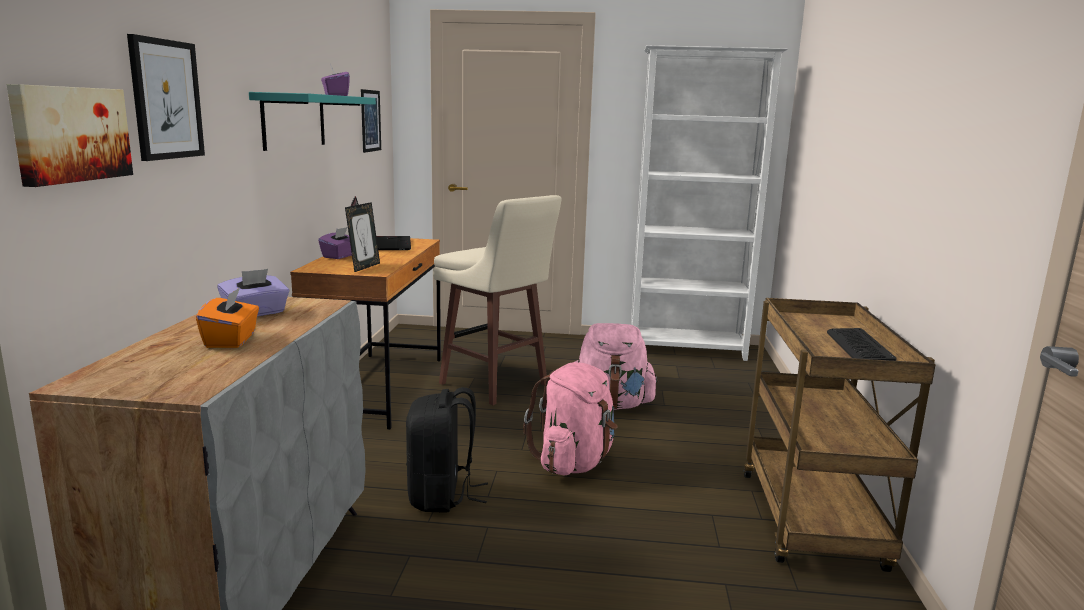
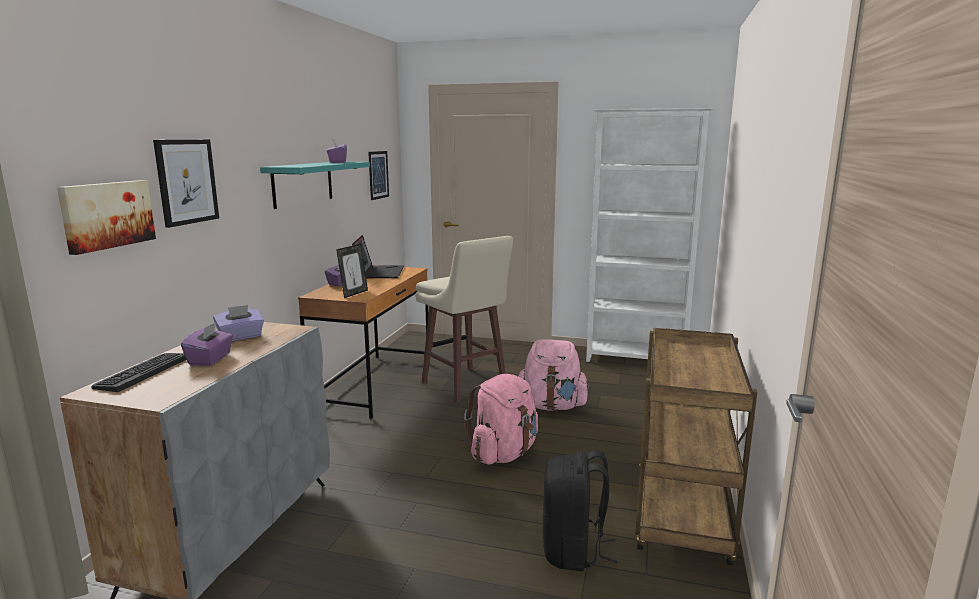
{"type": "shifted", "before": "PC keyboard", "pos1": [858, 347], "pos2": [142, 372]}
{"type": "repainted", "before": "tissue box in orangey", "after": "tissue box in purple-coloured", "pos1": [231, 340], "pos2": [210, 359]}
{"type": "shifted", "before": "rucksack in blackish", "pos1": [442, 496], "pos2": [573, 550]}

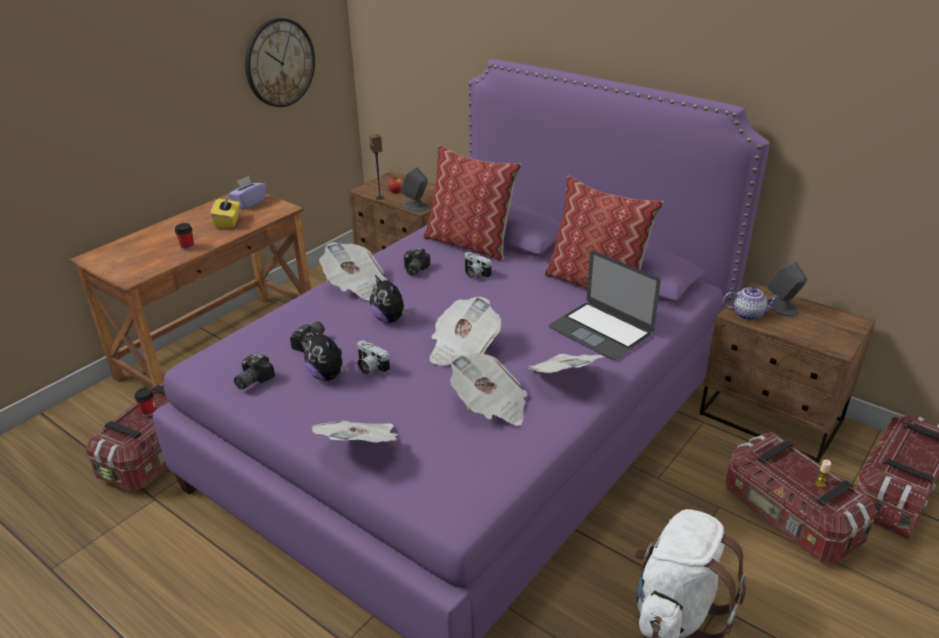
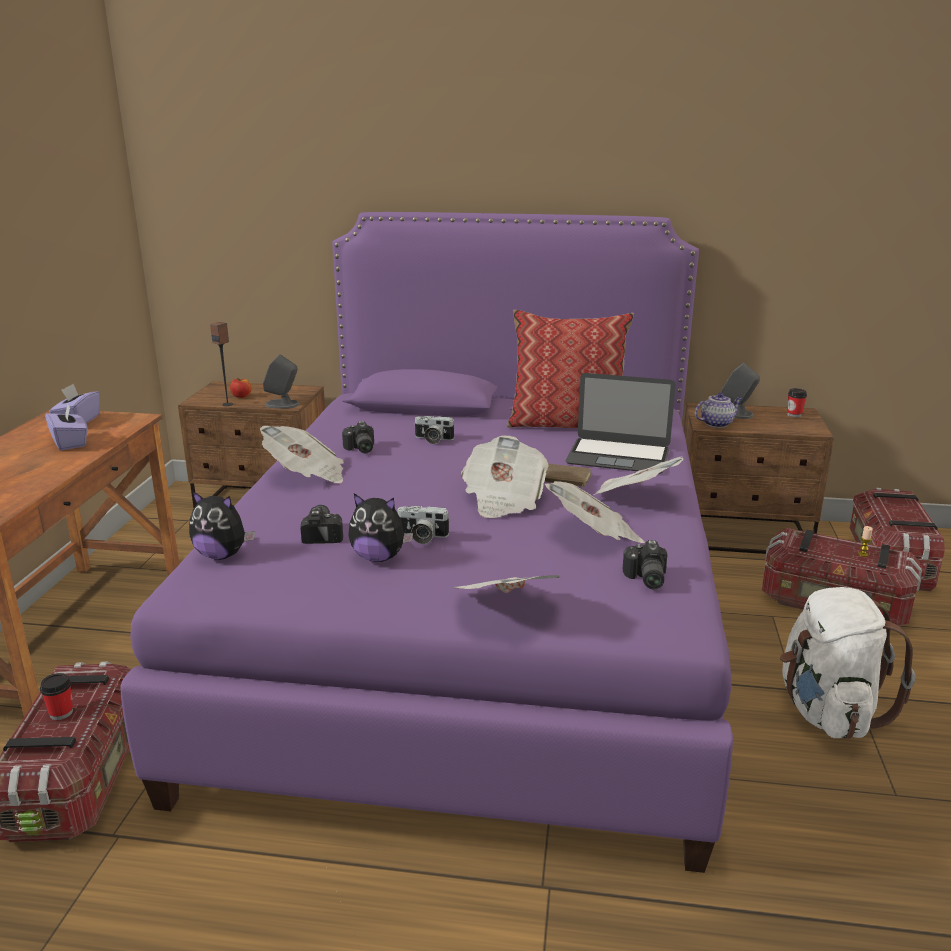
{"type": "repainted", "before": "tissue box in yellow", "after": "tissue box in purple-coloured", "pos1": [228, 222], "pos2": [70, 443]}
{"type": "shifted", "before": "plush toy", "pos1": [390, 319], "pos2": [222, 555]}
{"type": "new", "after": "bound book in brownish", "pos2": [563, 479]}
{"type": "shifted", "before": "photo camera", "pos1": [251, 380], "pos2": [644, 579]}
{"type": "shifted", "before": "small cup", "pos1": [187, 247], "pos2": [794, 415]}
{"type": "gone", "before": "wall clock", "pos1": [279, 63]}
{"type": "gone", "before": "cushion", "pos1": [470, 243]}

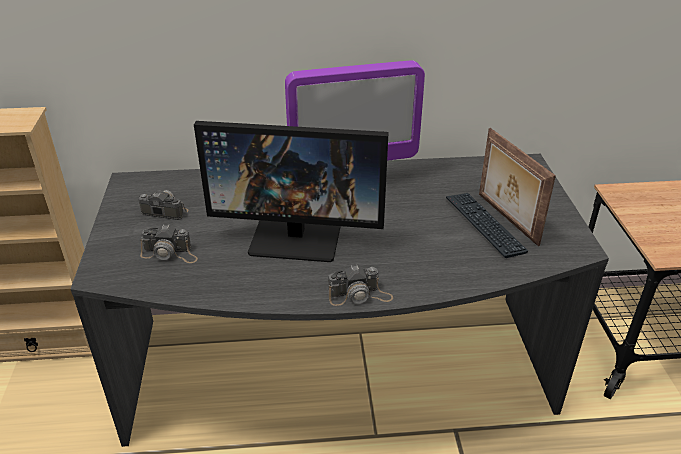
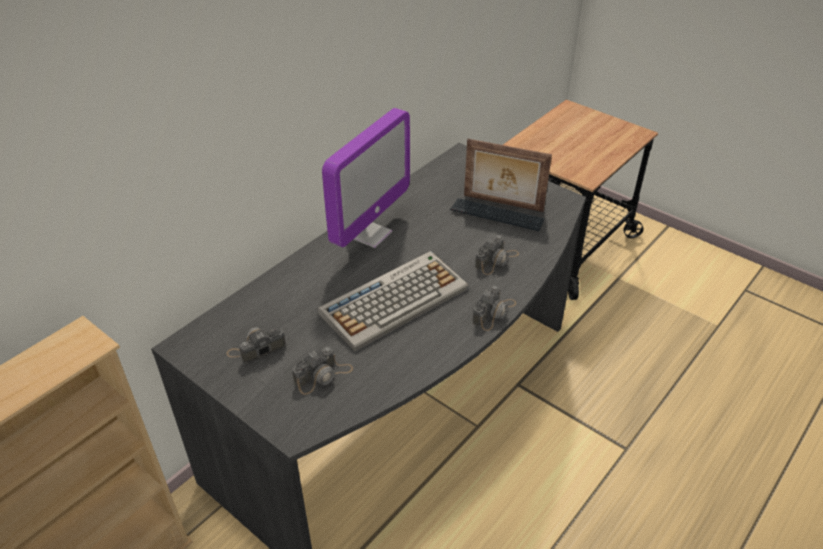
{"type": "swapped", "before": "monitor", "after": "PC keyboard", "pos1": [297, 236], "pos2": [394, 300]}
{"type": "new", "after": "photo camera", "pos2": [496, 260]}

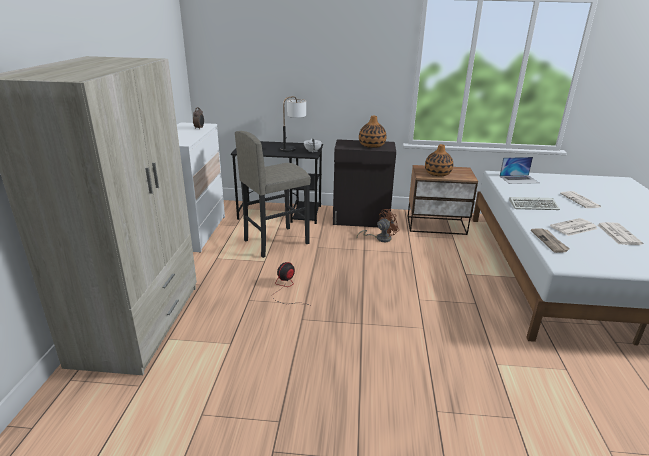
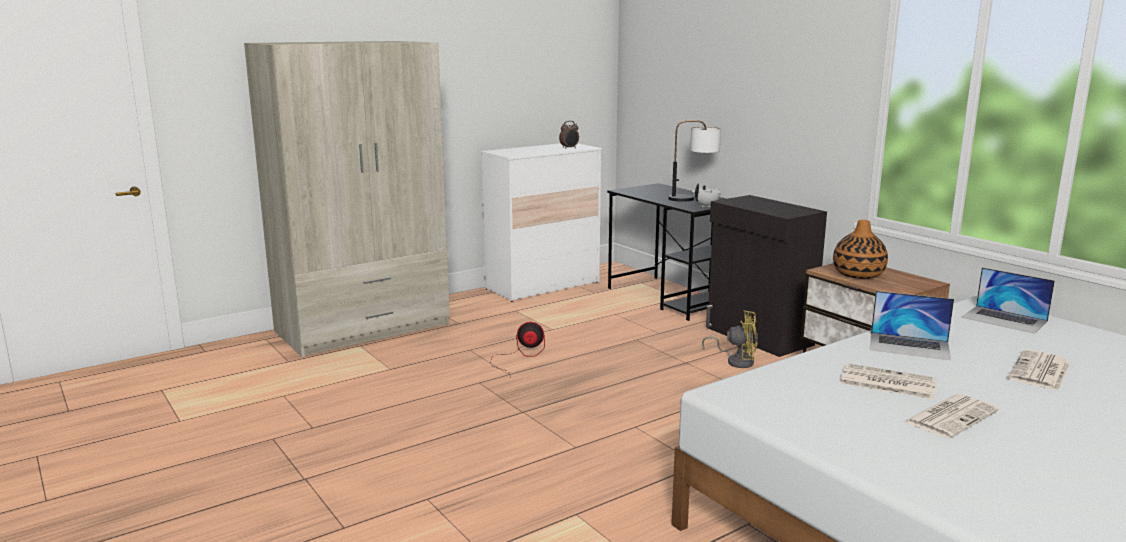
{"type": "repainted", "before": "cooling fan in brownish", "after": "cooling fan in yellow", "pos1": [380, 238], "pos2": [737, 361]}
{"type": "swapped", "before": "PC keyboard", "after": "portable computer", "pos1": [534, 205], "pos2": [909, 346]}
{"type": "gone", "before": "sitting stool in grey", "pos1": [275, 242]}
{"type": "gone", "before": "flower vase", "pos1": [371, 145]}
{"type": "gone", "before": "daily paper", "pos1": [549, 241]}

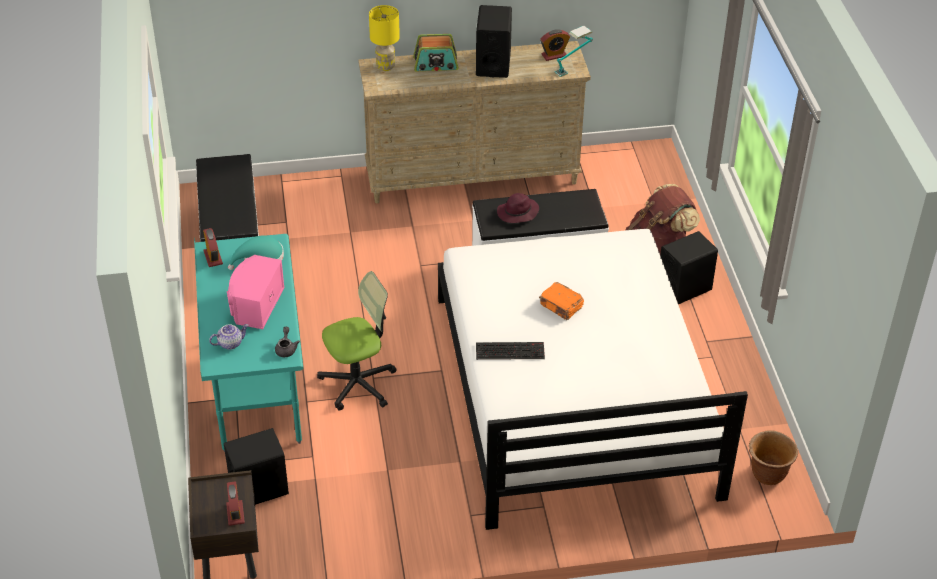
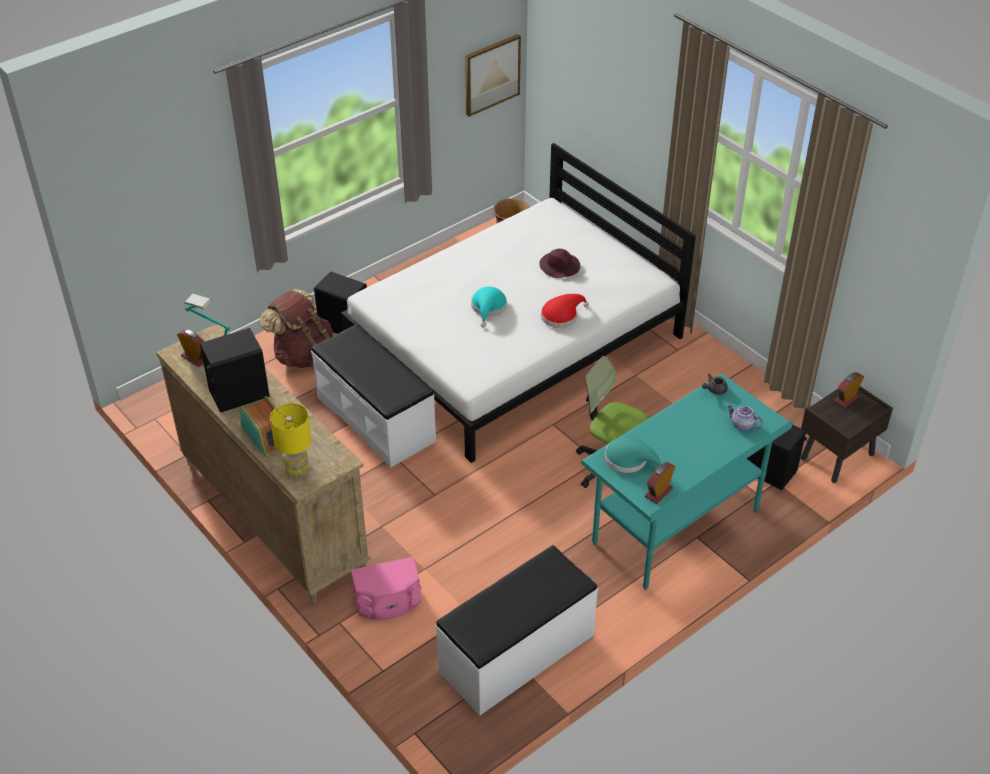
{"type": "shifted", "before": "audio speaker in pinkish", "pos1": [255, 304], "pos2": [388, 602]}
{"type": "new", "after": "wall art", "pos2": [491, 74]}
{"type": "swapped", "before": "bound book in orangey", "after": "hat in turquoise", "pos1": [561, 306], "pos2": [488, 308]}
{"type": "shifted", "before": "hat in purple-coloured", "pos1": [517, 213], "pos2": [560, 267]}
{"type": "swapped", "before": "PC keyboard", "after": "hat in red", "pos1": [510, 350], "pos2": [561, 315]}

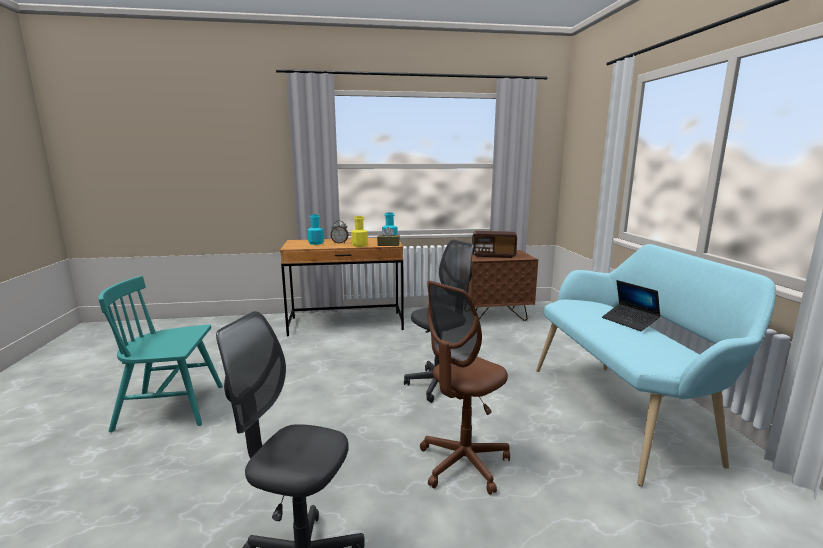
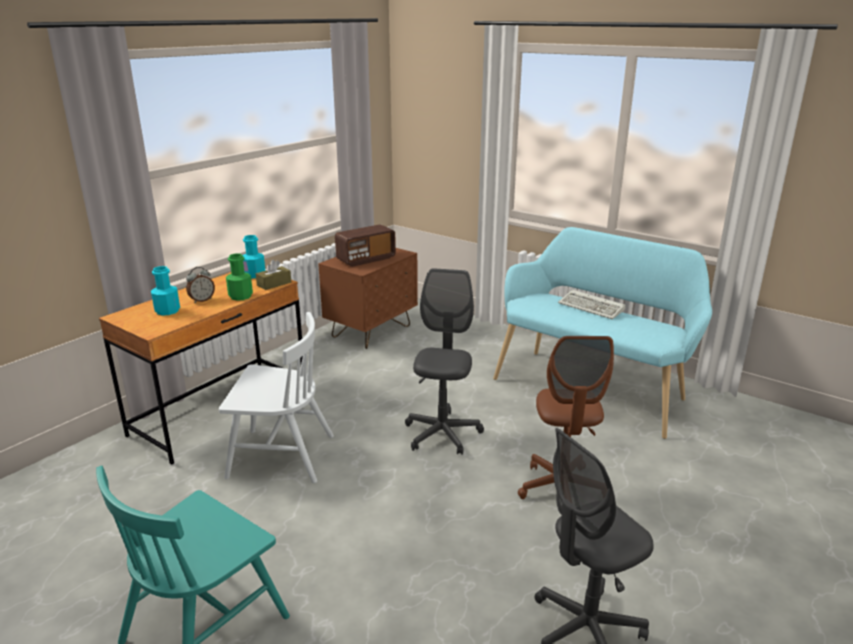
{"type": "new", "after": "upright chair in whitish", "pos2": [280, 456]}
{"type": "repainted", "before": "bottle in yellow", "after": "bottle in green-coloured", "pos1": [359, 245], "pos2": [240, 296]}
{"type": "swapped", "before": "portable computer", "after": "PC keyboard", "pos1": [629, 322], "pos2": [592, 307]}

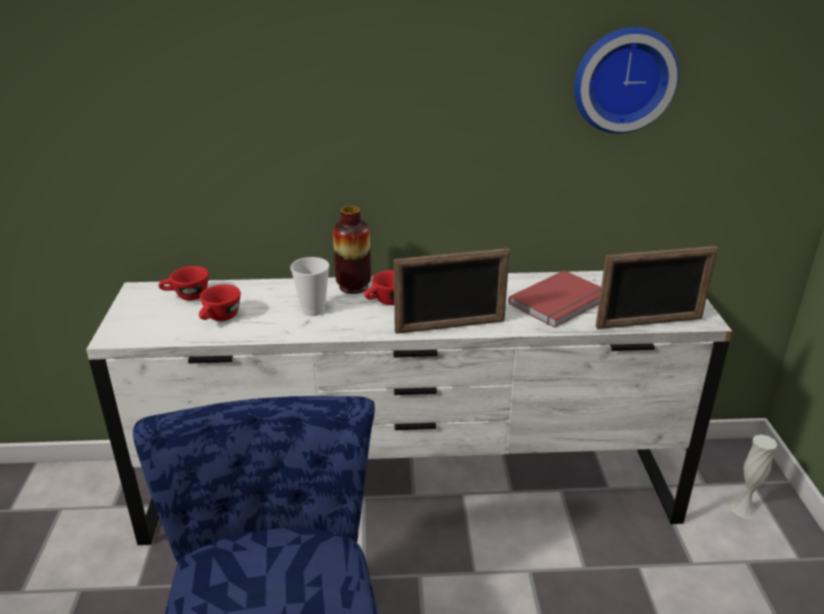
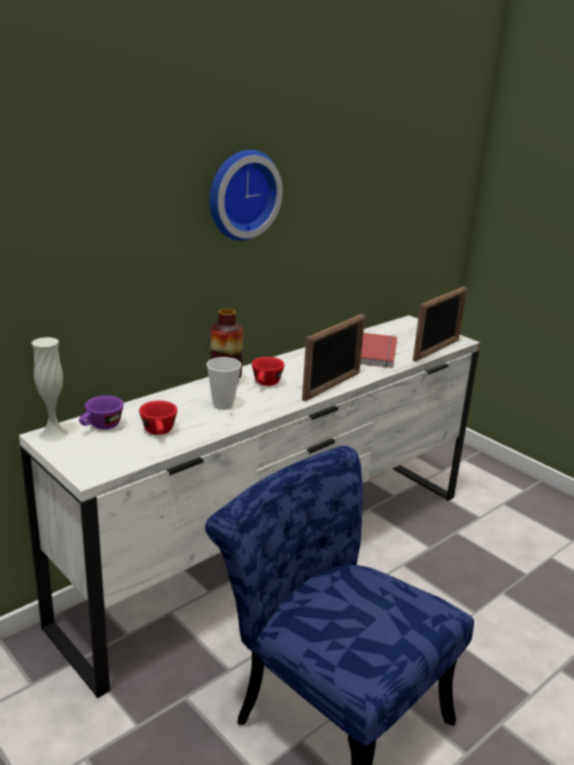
{"type": "shifted", "before": "flower vase in whitish", "pos1": [744, 509], "pos2": [53, 434]}
{"type": "repainted", "before": "small cup in red", "after": "small cup in purple-coloured", "pos1": [186, 296], "pos2": [101, 427]}
{"type": "shifted", "before": "wall clock", "pos1": [623, 79], "pos2": [241, 194]}

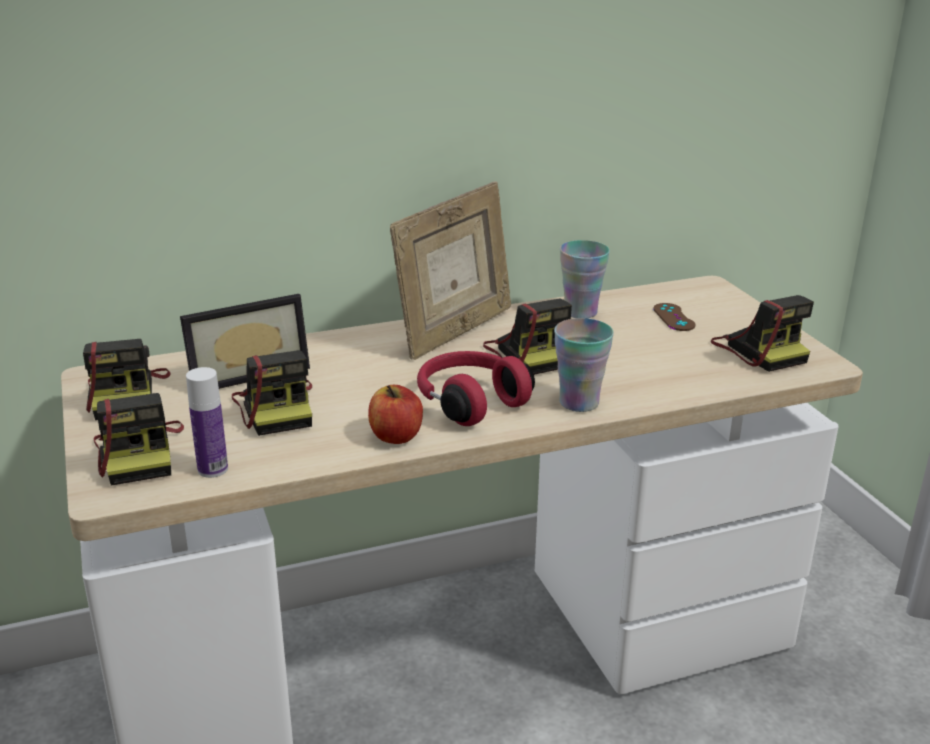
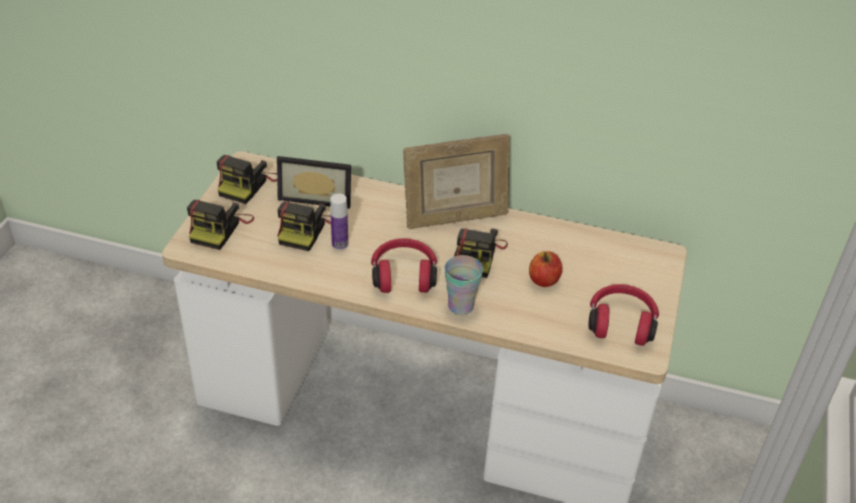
{"type": "shifted", "before": "bottle", "pos1": [213, 469], "pos2": [340, 244]}
{"type": "shifted", "before": "apple fruit", "pos1": [396, 436], "pos2": [544, 280]}
{"type": "swapped", "before": "photo camera", "after": "headset in red", "pos1": [759, 350], "pos2": [621, 323]}
{"type": "gone", "before": "small cup", "pos1": [580, 312]}
{"type": "gone", "before": "joypad in brownish", "pos1": [674, 317]}

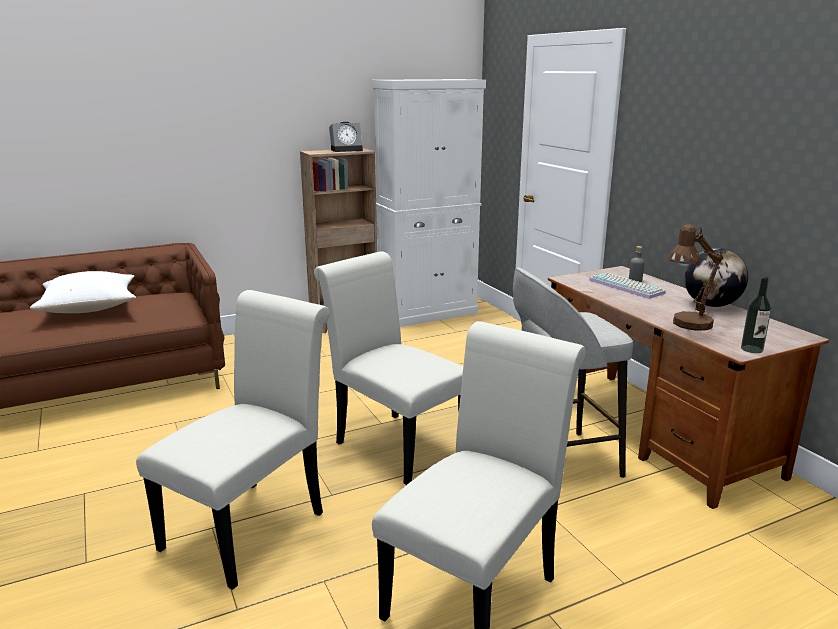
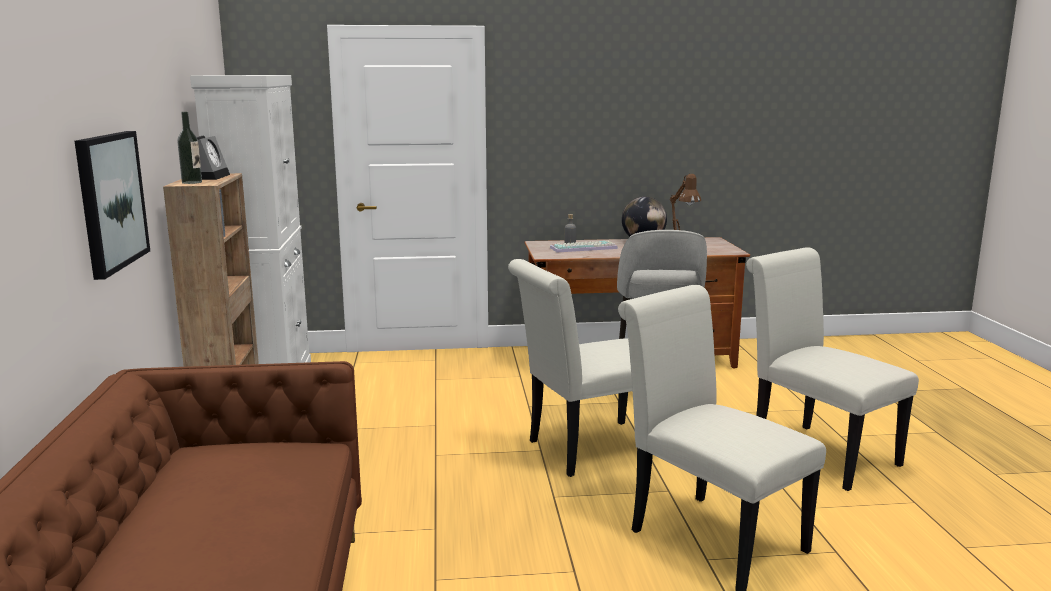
{"type": "new", "after": "wall art", "pos2": [110, 201]}
{"type": "shifted", "before": "bottle", "pos1": [751, 349], "pos2": [192, 182]}
{"type": "gone", "before": "cushion in whitish", "pos1": [91, 308]}

